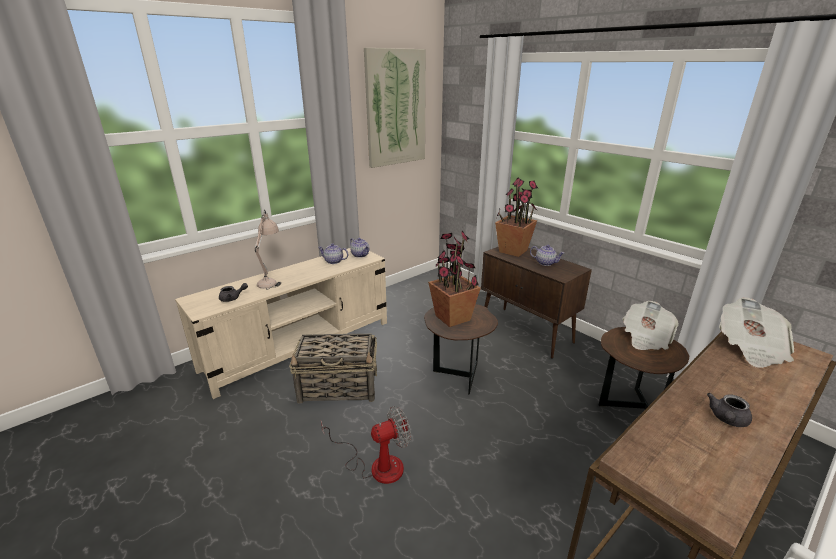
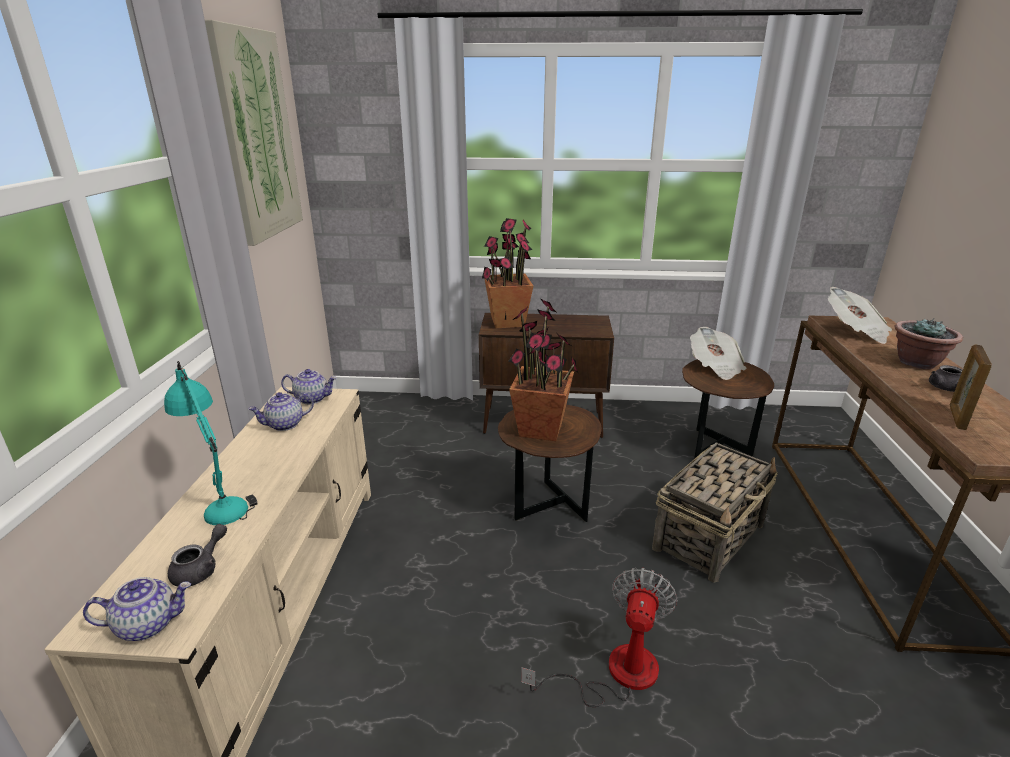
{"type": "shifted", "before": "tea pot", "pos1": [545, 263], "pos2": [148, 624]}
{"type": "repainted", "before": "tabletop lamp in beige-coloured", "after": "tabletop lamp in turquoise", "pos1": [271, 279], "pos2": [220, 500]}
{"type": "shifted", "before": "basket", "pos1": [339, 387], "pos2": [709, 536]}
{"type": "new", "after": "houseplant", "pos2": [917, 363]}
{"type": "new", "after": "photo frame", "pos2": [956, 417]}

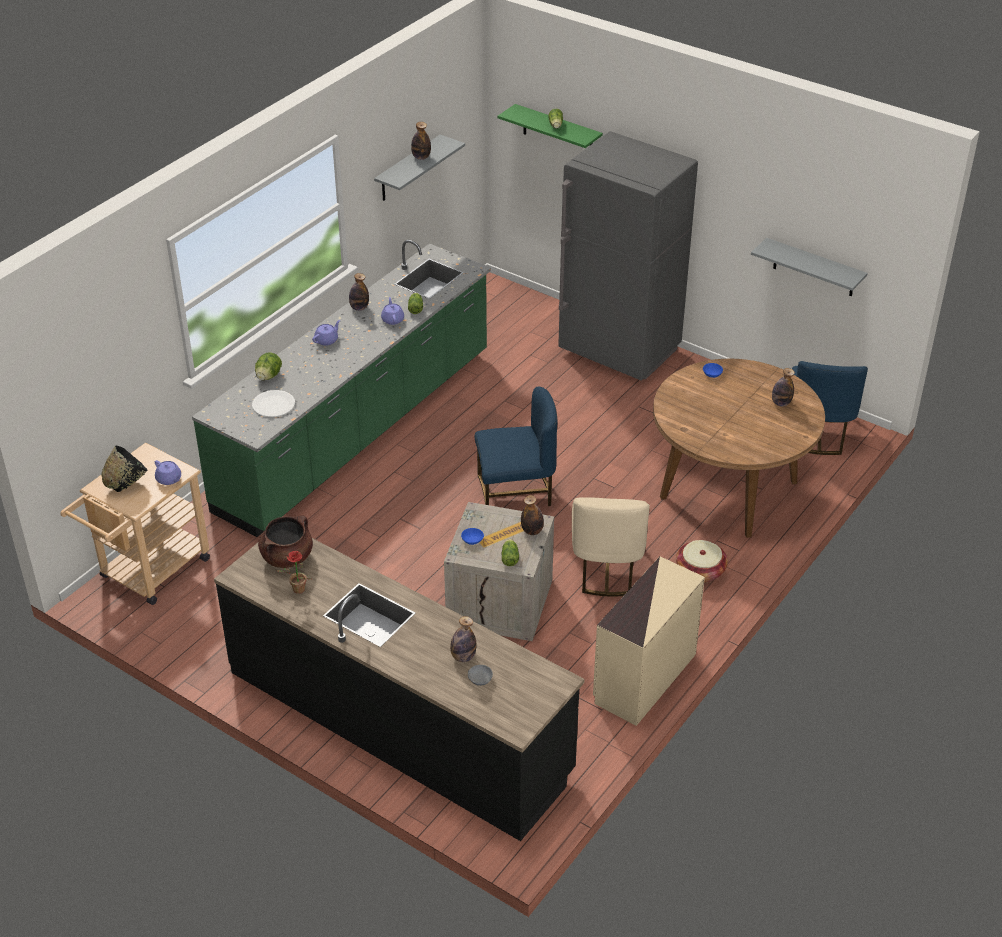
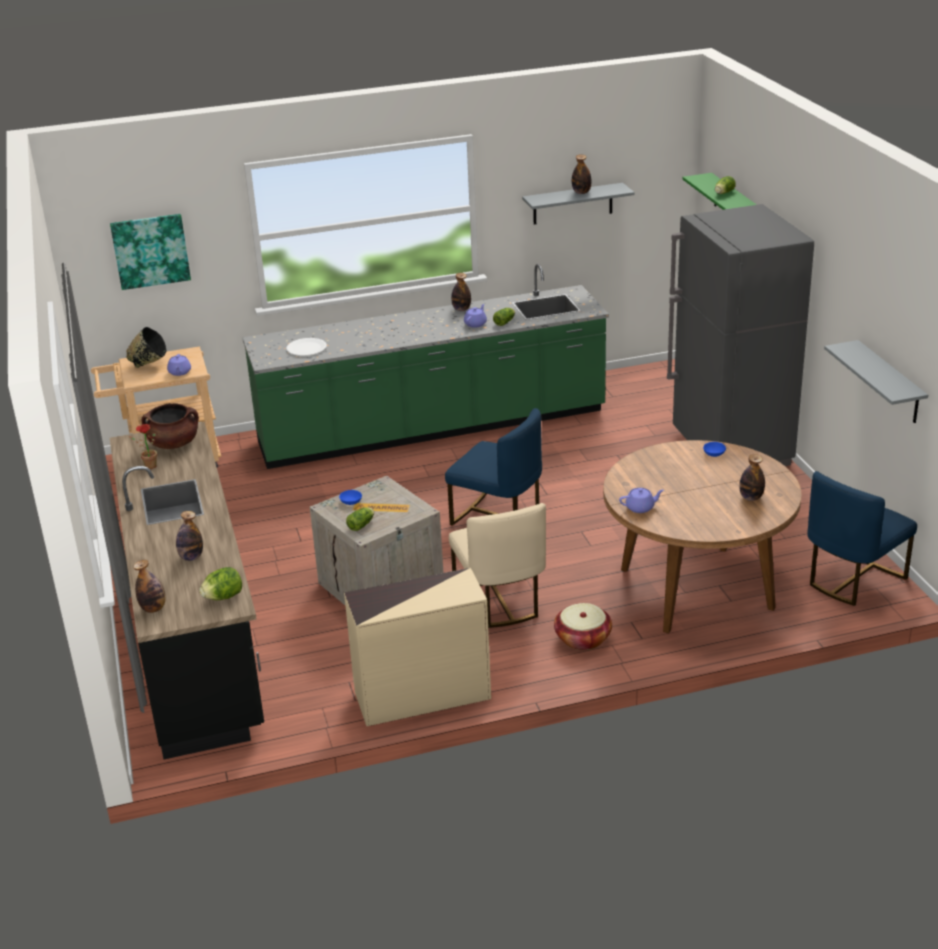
{"type": "new", "after": "wall art", "pos2": [150, 251]}
{"type": "shifted", "before": "bottle", "pos1": [532, 531], "pos2": [153, 608]}
{"type": "shifted", "before": "head of lettuce", "pos1": [268, 376], "pos2": [223, 597]}
{"type": "rotated", "before": "upright chair in beige-coloured", "pos1": [606, 569], "pos2": [500, 601], "turn": -60}
{"type": "shifted", "before": "tea pot in purple-coloured", "pos1": [327, 340], "pos2": [640, 508]}
{"type": "gone", "before": "bowl in grey", "pos1": [481, 680]}

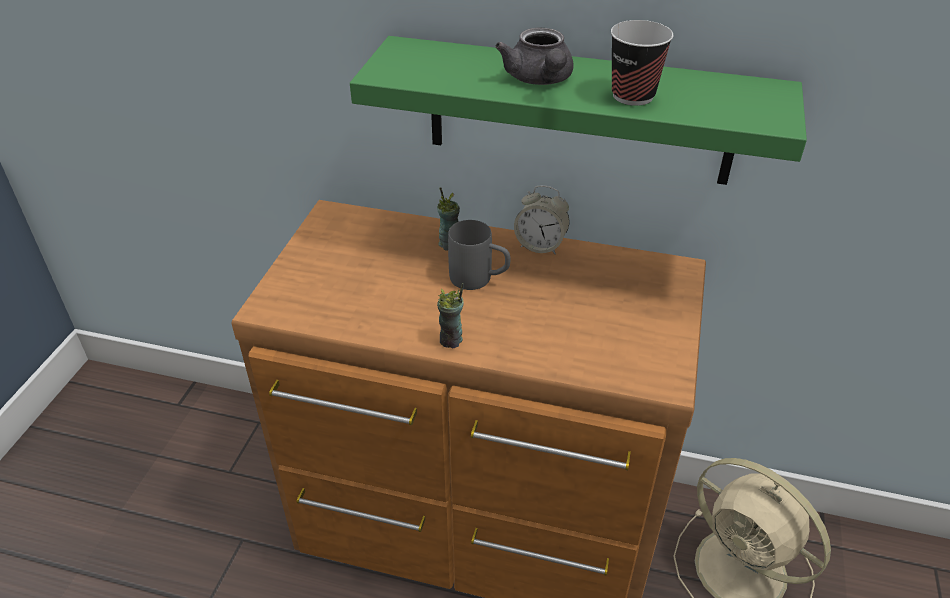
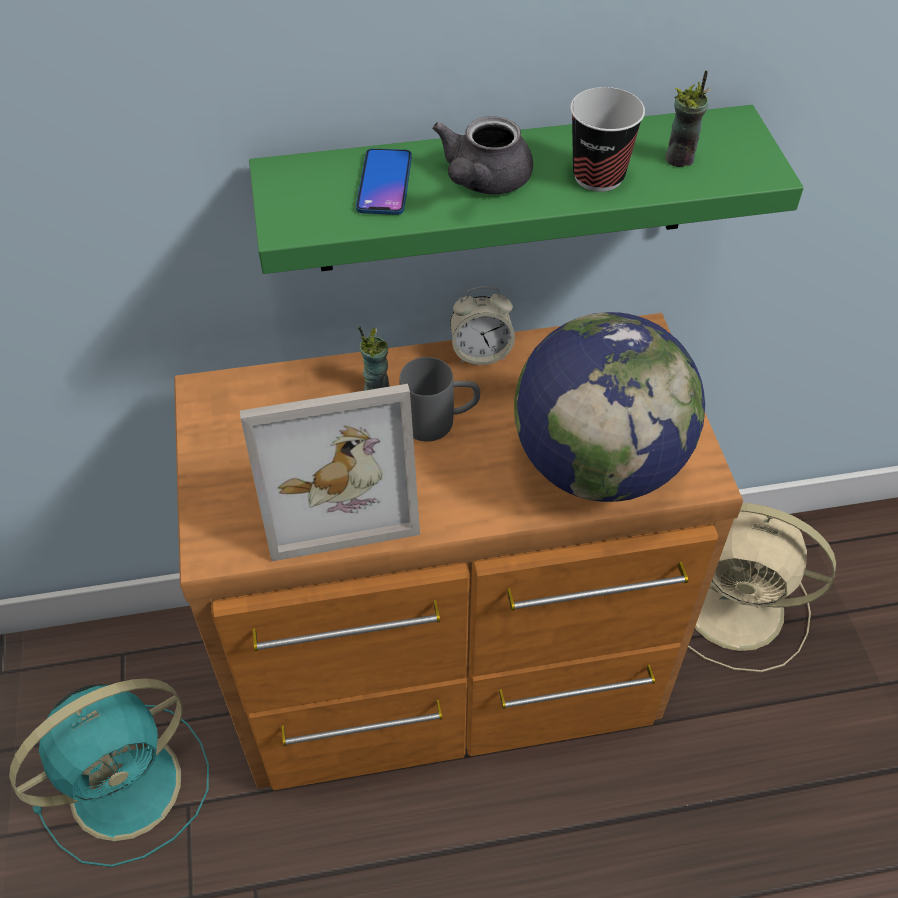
{"type": "new", "after": "cooling fan in turquoise", "pos2": [130, 782]}
{"type": "new", "after": "photo frame", "pos2": [336, 491]}
{"type": "new", "after": "telephone", "pos2": [384, 183]}
{"type": "rotated", "before": "tea pot in grey", "pos1": [540, 80], "pos2": [482, 182], "turn": 60}
{"type": "new", "after": "globe", "pos2": [598, 465]}
{"type": "shifted", "before": "small cup", "pos1": [451, 340], "pos2": [680, 158]}

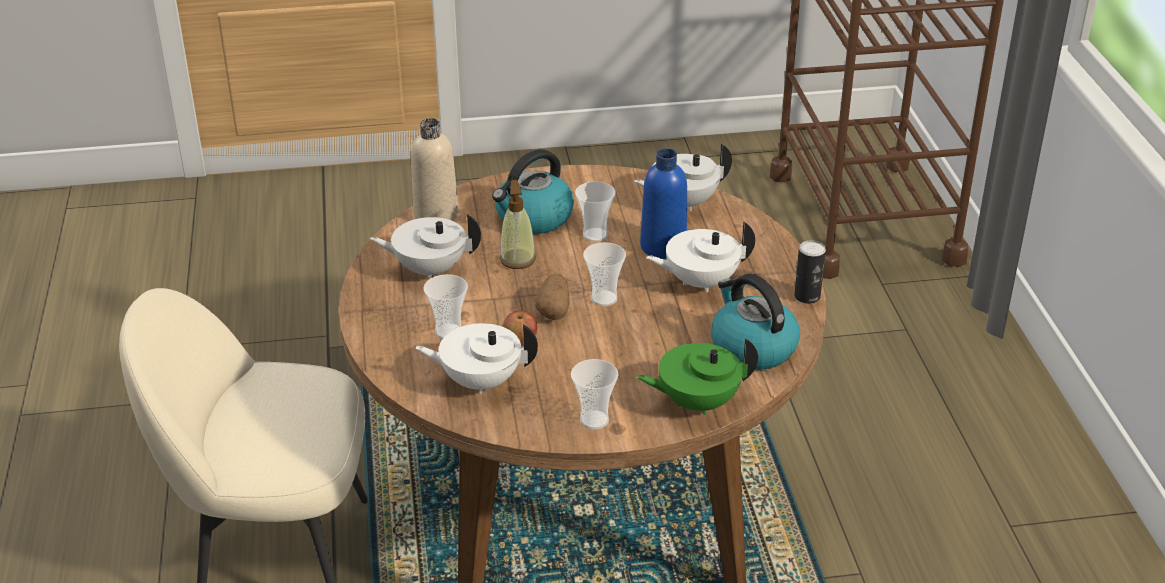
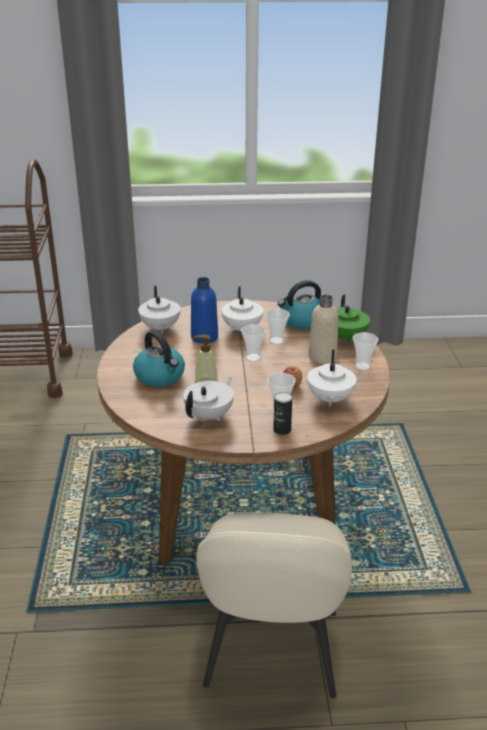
{"type": "rotated", "before": "tea pot in whitish", "pos1": [429, 269], "pos2": [210, 416], "turn": -150}
{"type": "shifted", "before": "small cup", "pos1": [595, 235], "pos2": [276, 341]}
{"type": "shifted", "before": "can", "pos1": [807, 296], "pos2": [282, 430]}
{"type": "shifted", "before": "bottle in beige-coloured", "pos1": [436, 214], "pos2": [322, 357]}
{"type": "gone", "before": "whole potato", "pos1": [554, 310]}

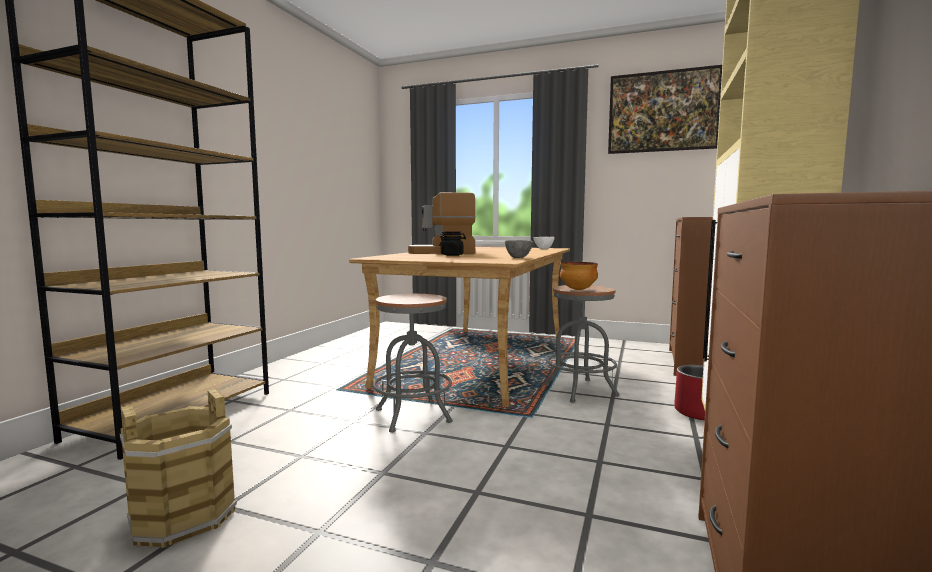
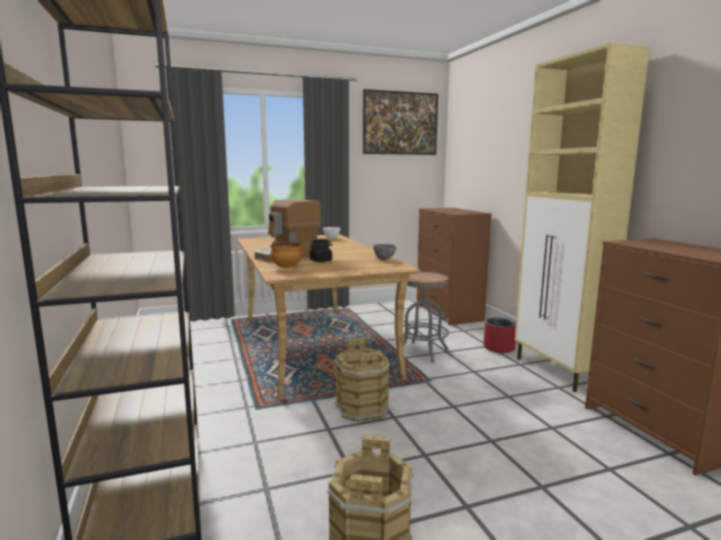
{"type": "shifted", "before": "bowl", "pos1": [578, 290], "pos2": [286, 268]}
{"type": "swapped", "before": "sitting stool in grey", "after": "bucket in brownish", "pos1": [413, 416], "pos2": [361, 408]}

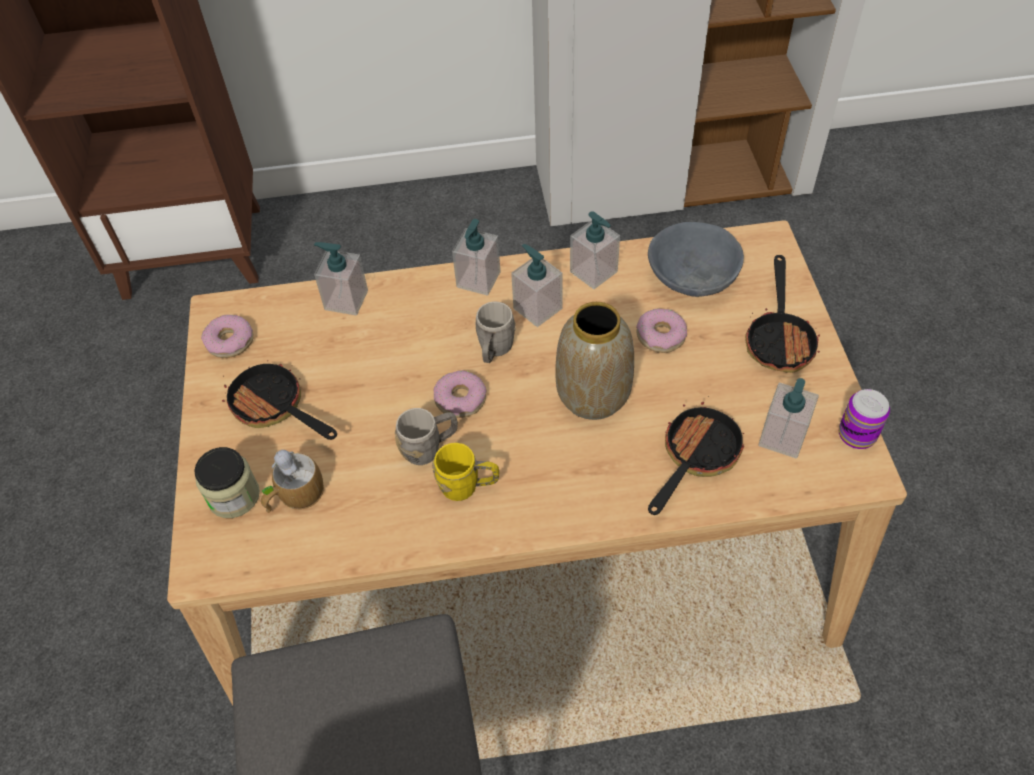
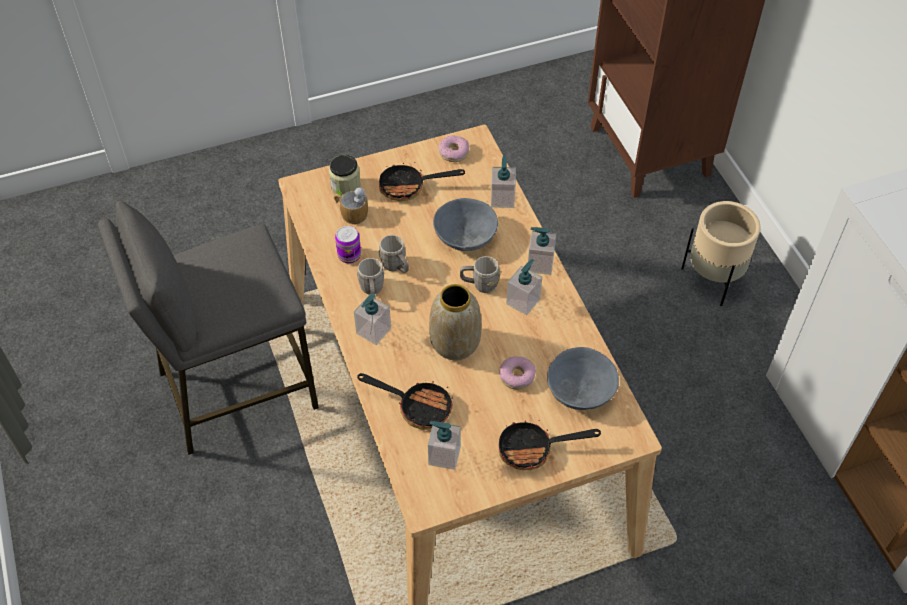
{"type": "shifted", "before": "can", "pos1": [857, 435], "pos2": [349, 255]}
{"type": "shifted", "before": "liquid soap bottle", "pos1": [594, 272], "pos2": [373, 331]}
{"type": "repainted", "before": "tea mug in yellow", "after": "tea mug in grey", "pos1": [468, 486], "pos2": [372, 291]}
{"type": "rotated", "before": "frying pan", "pos1": [275, 408], "pos2": [409, 187], "turn": -120}
{"type": "new", "after": "bowl in grey", "pos2": [465, 235]}
{"type": "new", "after": "flower pot in beige-coloured", "pos2": [714, 279]}
{"type": "gone", "before": "donut", "pos1": [460, 399]}

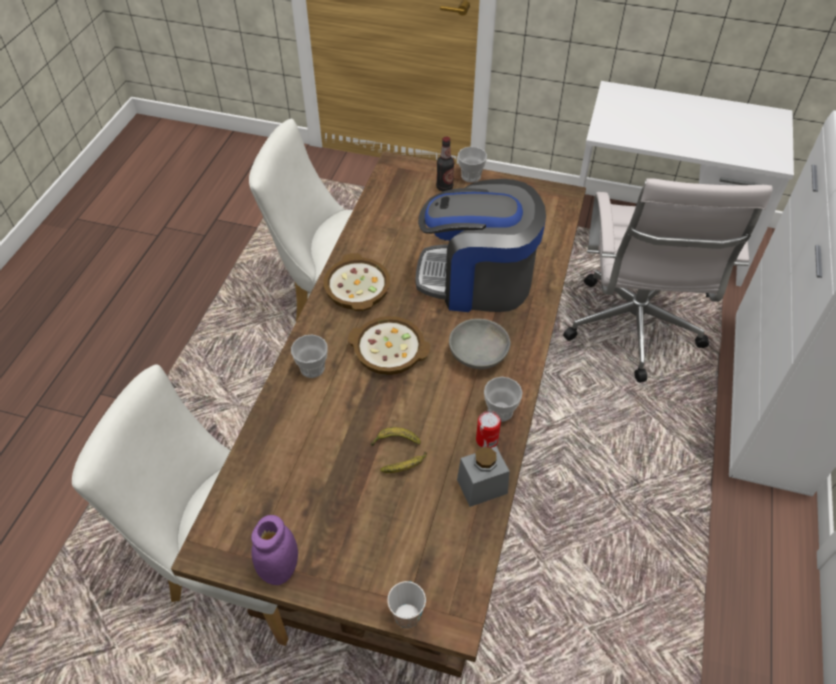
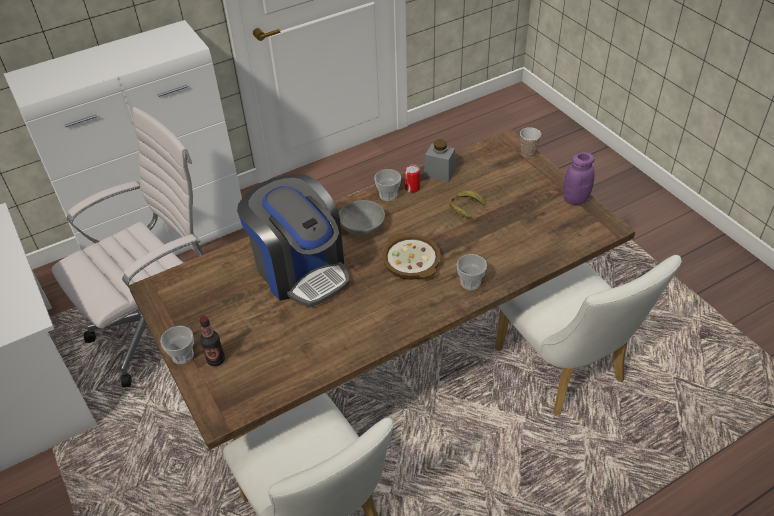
{"type": "gone", "before": "bowl", "pos1": [356, 289]}

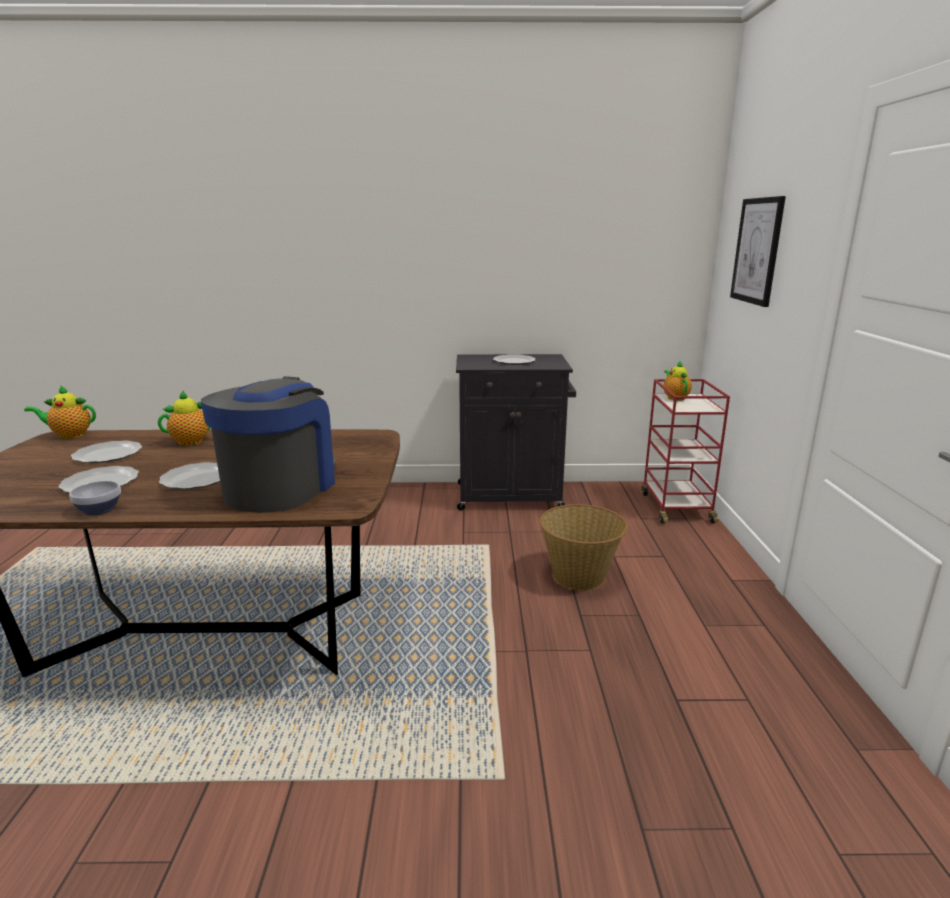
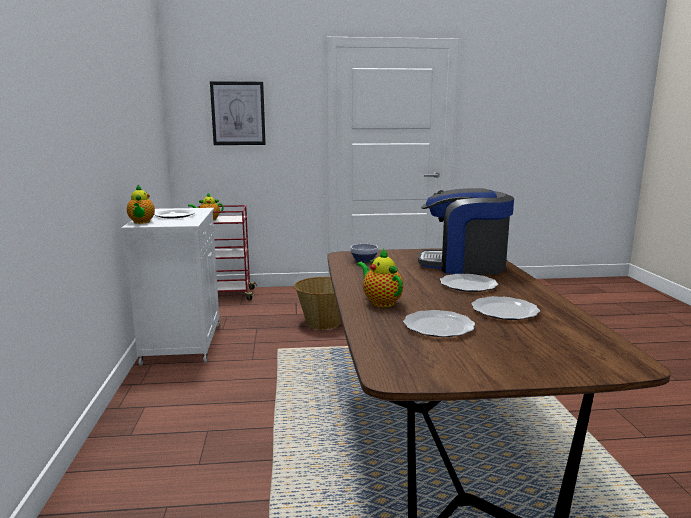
{"type": "repainted", "before": "cupboard in blackish", "after": "cupboard in whitish", "pos1": [511, 496], "pos2": [183, 343]}
{"type": "shifted", "before": "tea pot", "pos1": [69, 435], "pos2": [141, 222]}
{"type": "shifted", "before": "bowl", "pos1": [101, 510], "pos2": [363, 260]}

